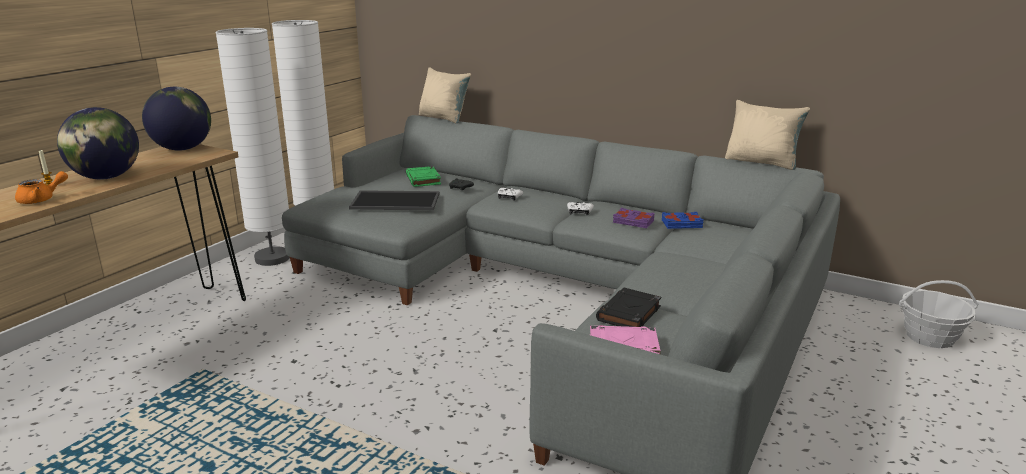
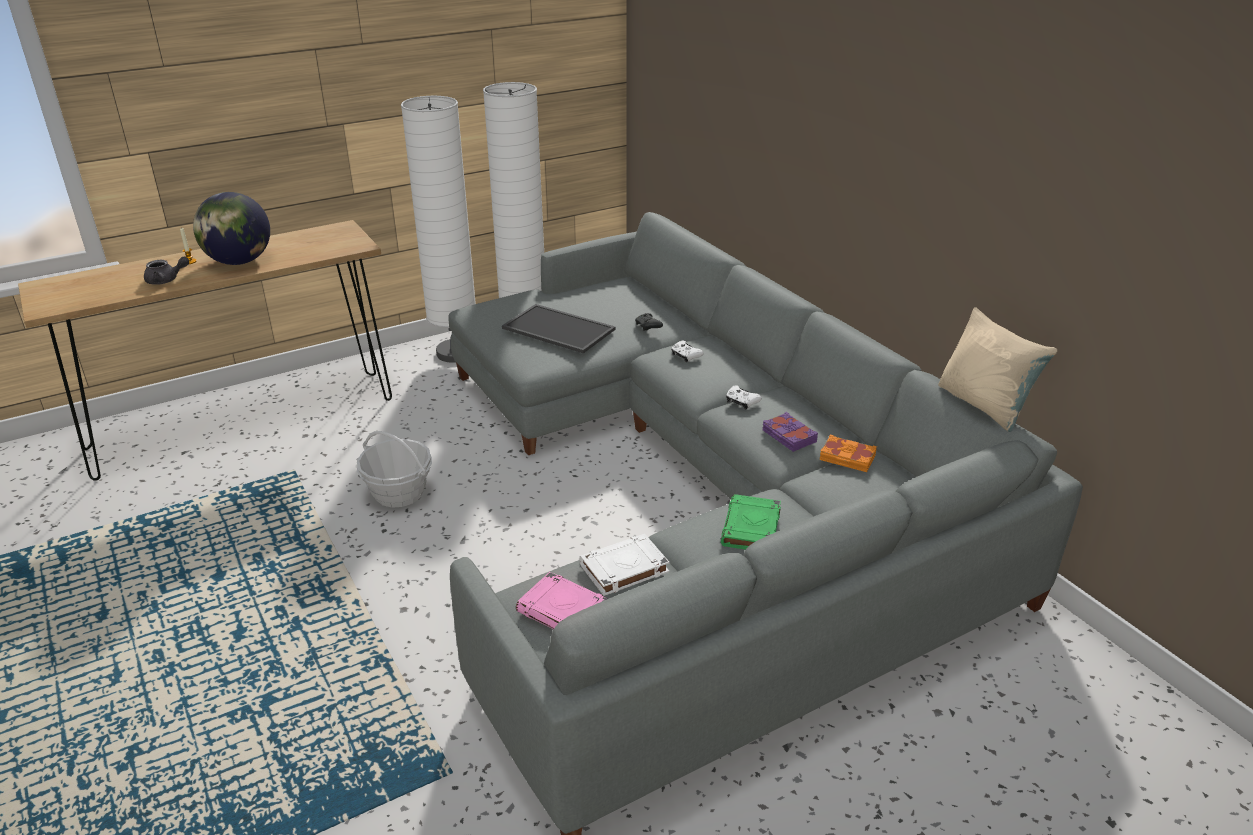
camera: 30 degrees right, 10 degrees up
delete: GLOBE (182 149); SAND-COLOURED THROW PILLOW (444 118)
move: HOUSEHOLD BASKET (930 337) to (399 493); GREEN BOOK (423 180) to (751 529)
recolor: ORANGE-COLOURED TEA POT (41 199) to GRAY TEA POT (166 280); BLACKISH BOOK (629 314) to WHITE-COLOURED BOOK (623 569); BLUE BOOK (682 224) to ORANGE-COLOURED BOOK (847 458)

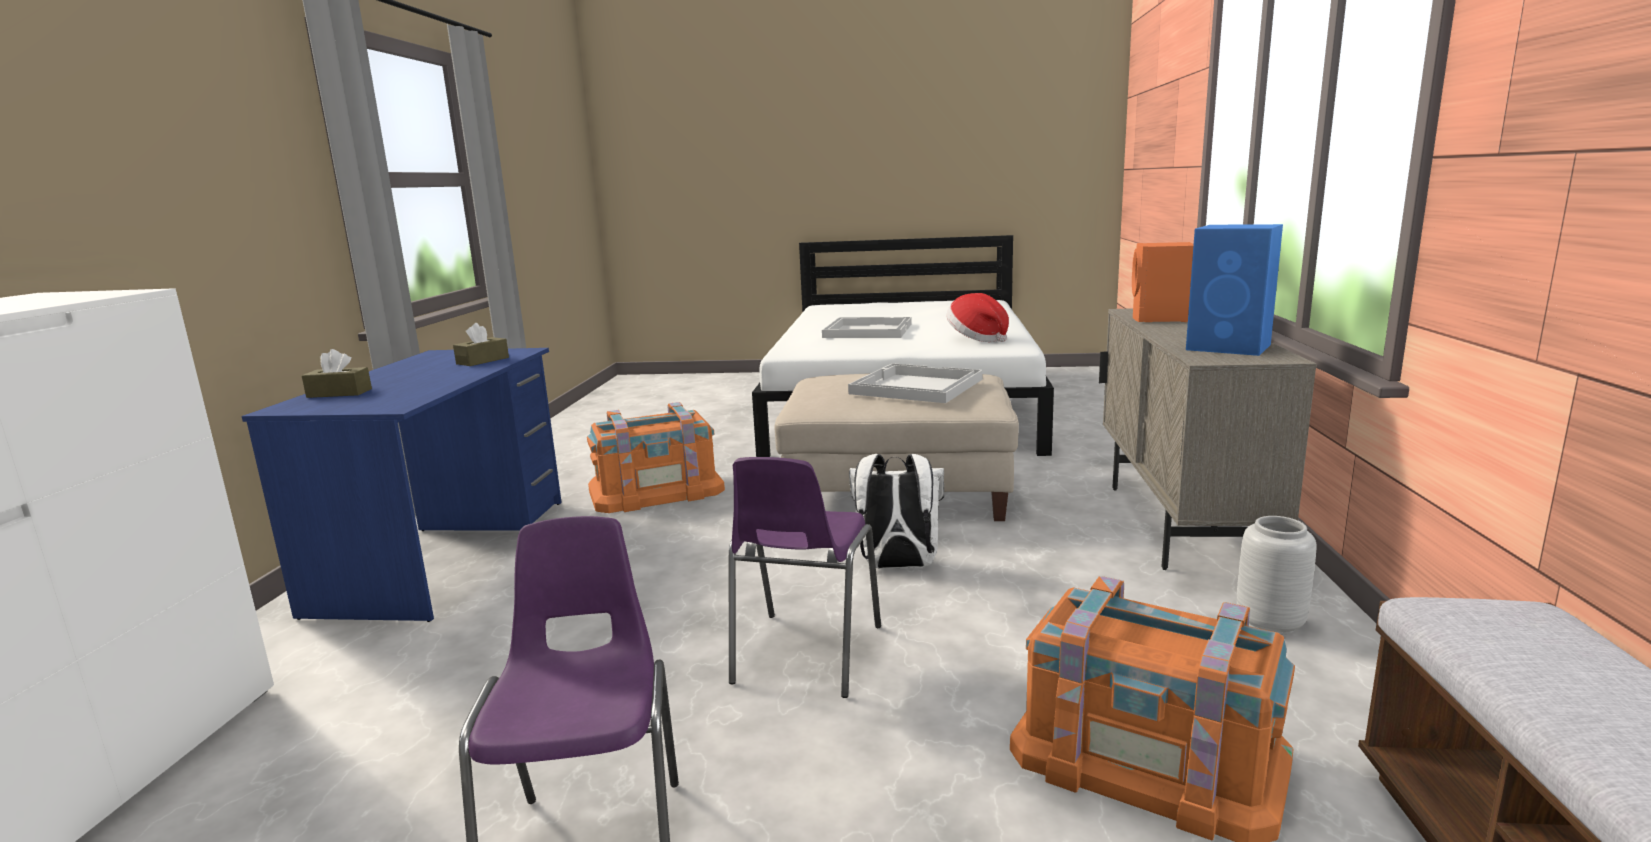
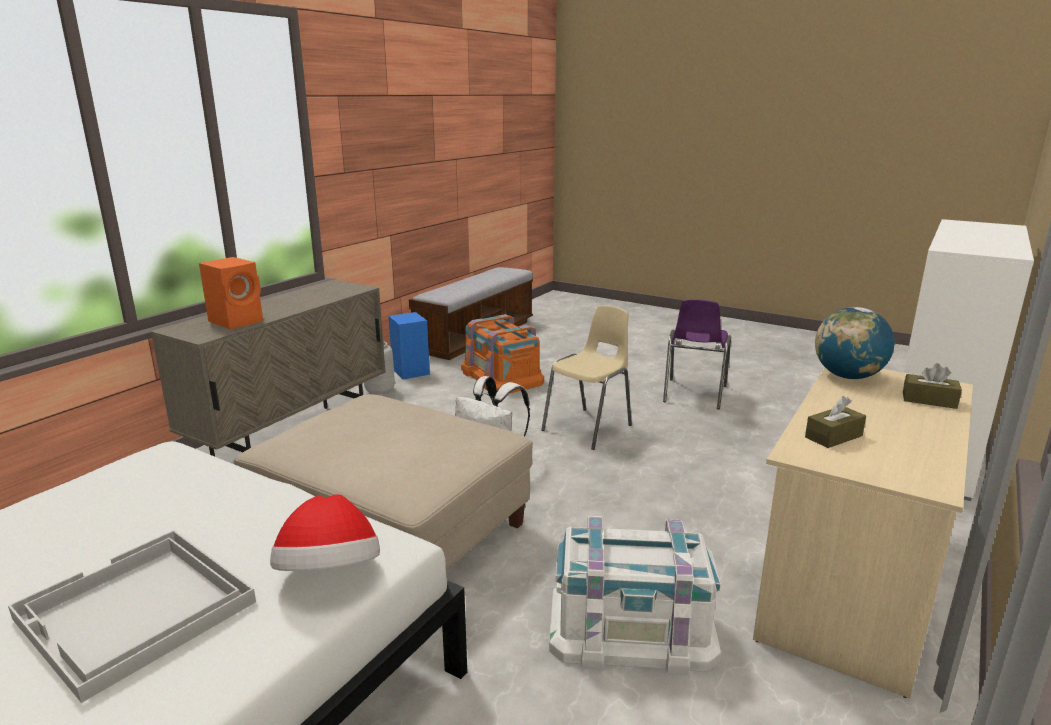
camera: 155 degrees left, 5 degrees up
delete: WHITE-COLOURED SERVING TRAY (915 386)
insert: GLOBE (848 376)
move: CLOTHING HAT (977 338) to (330 575); BLUE SPEAKER (1230 347) to (410 371)
recolor: PURPLE PLAIN CHAIR (804 656) to SAND-COLOURED PLAIN CHAIR (589 427); ORANGE-COLOURED STORAGE BIN (656 490) to WHITE-COLOURED STORAGE BIN (631 629); BLUE DESK TABLE (447 553) to SAND-COLOURED DESK TABLE (851 582)

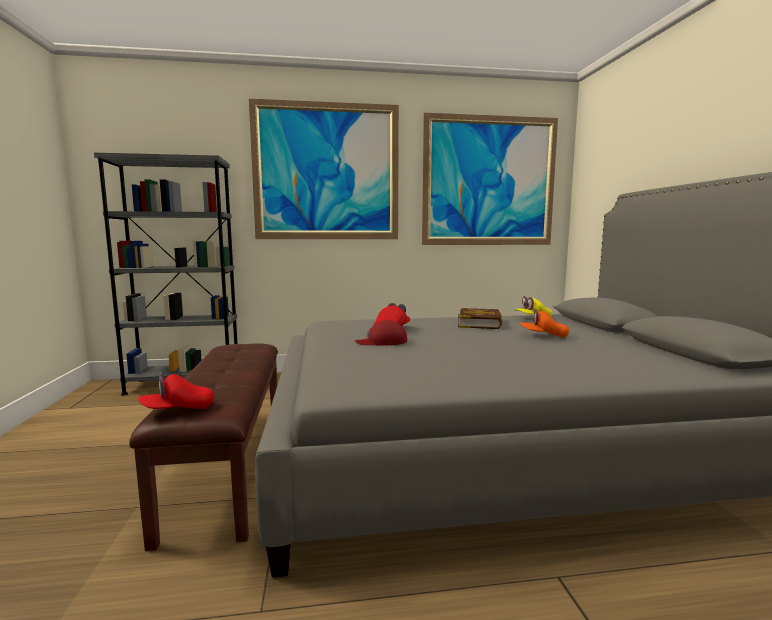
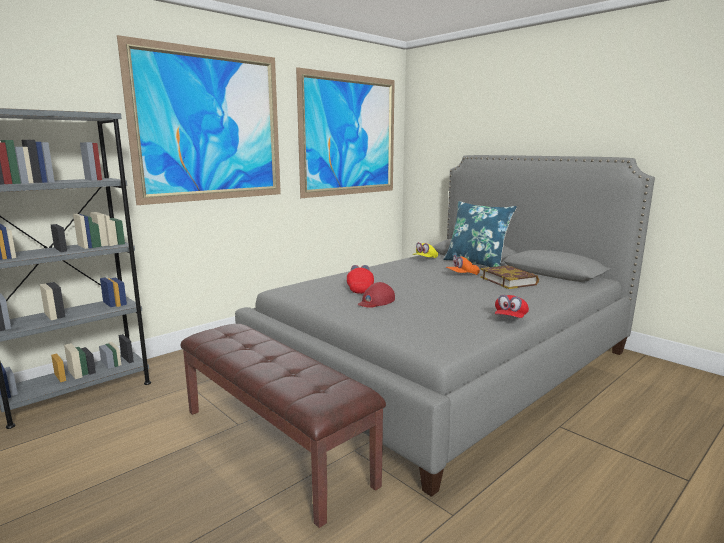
camera: 35 degrees left, 5 degrees up
insert: BLUE THROW PILLOW (476 263)
move: BOOK (480 323) to (508 281); RED-COLOURED BASEBALL CAP (178 410) to (510 319)

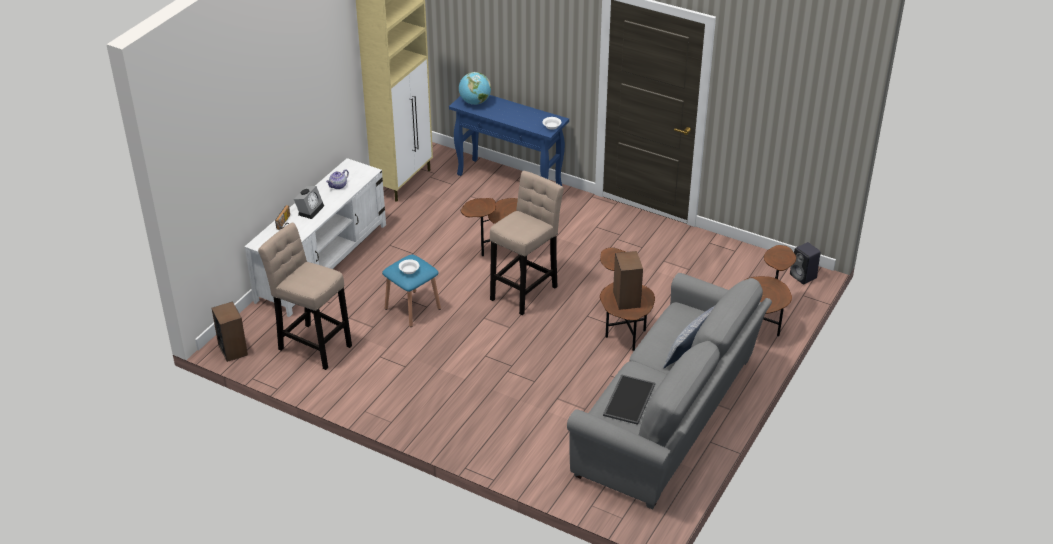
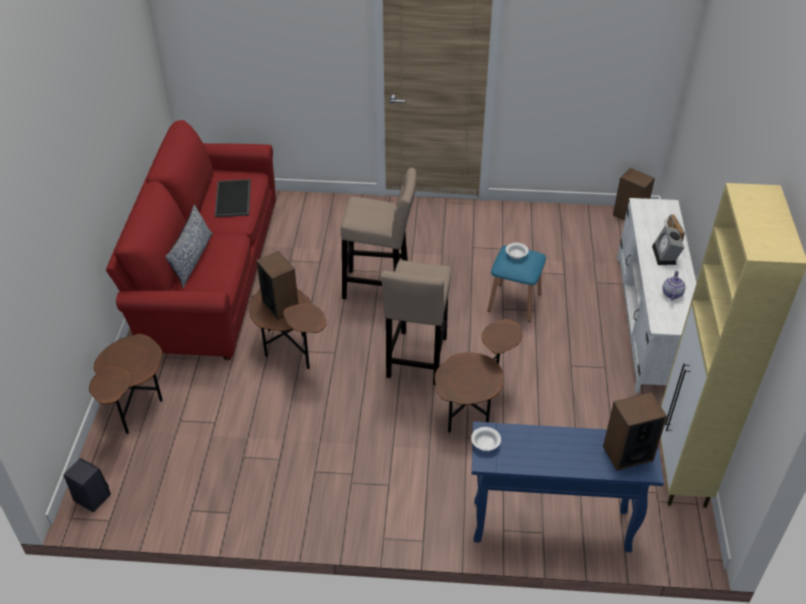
camera: 155 degrees right, 5 degrees up
move: SAND-COLOURED STOOL SEAT (312 345) to (380 287)
replace: GLOBE (475 102) to SPEAKER (627 453)
recolor: GRAY SETTEE (670 419) to RED-COLOURED SETTEE (207 275)

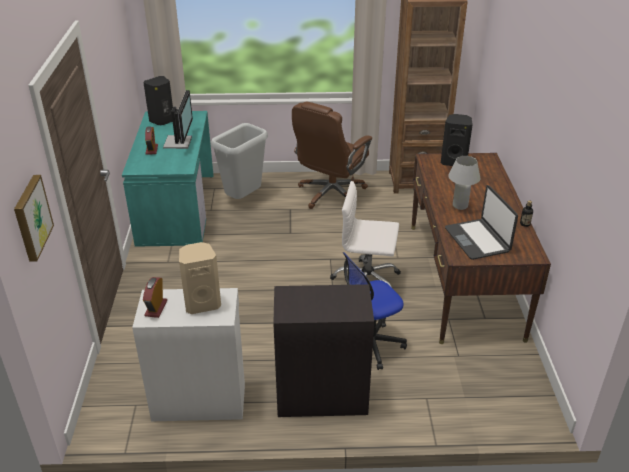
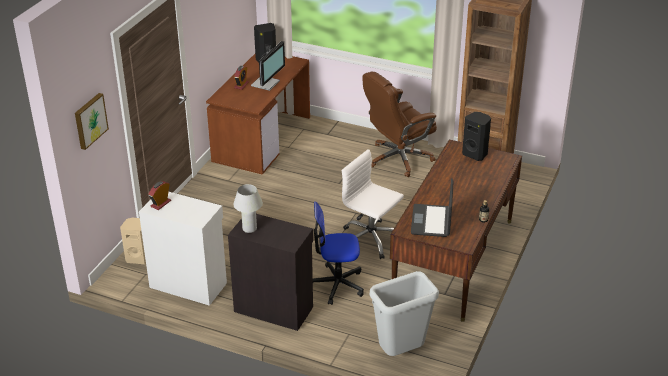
camera: 25 degrees right, 0 degrees up
move: SAND-COLOURED SPEAKER (202 303) to (138 258); WHITE-COLOURED LAMP FOR A TABLE (460 206) to (249 229); GRAY RUBBISH BIN (243 199) to (401 353)
recolor: TURQUOISE DESK TABLE (176 208) to BROWNISH DESK TABLE (261 138)

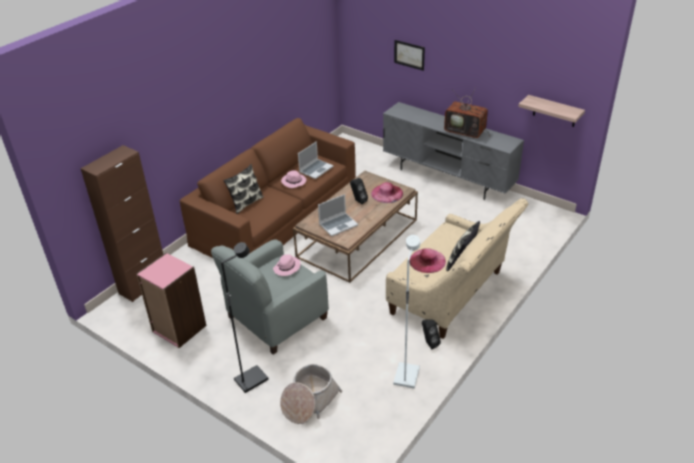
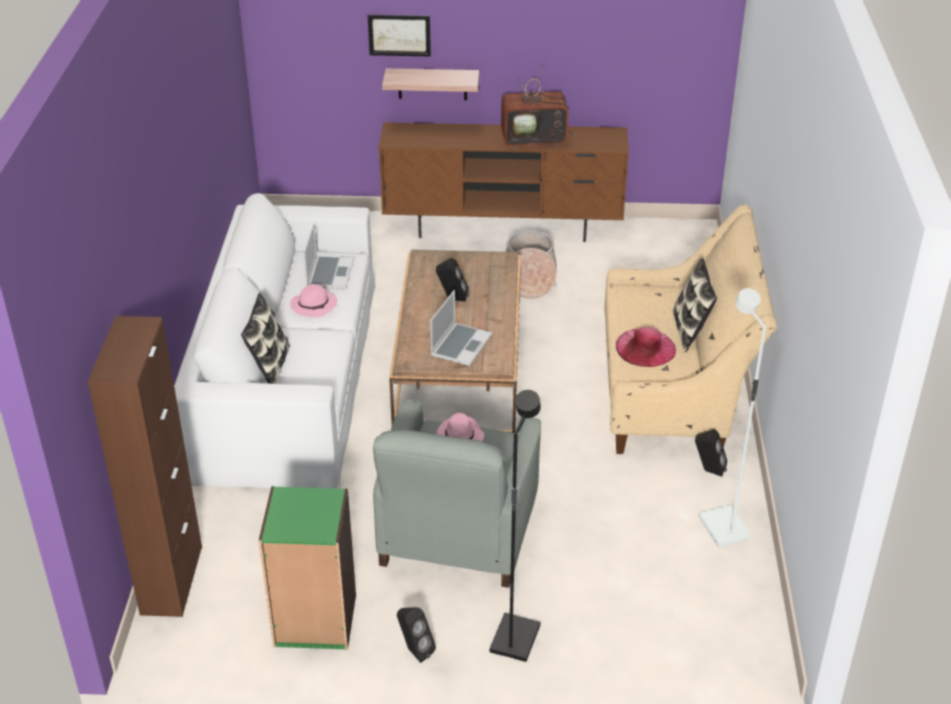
camera: 35 degrees left, 0 degrees up
delete: PINK-COLOURED CLOTHING HAT (387 193)
insert: BLACKISH SPEAKER (414 651)
move: BRACKET SHELF (554 111) to (432 84); HOUSEHOLD BASKET (309 401) to (529 277)
recolor: BROWNISH SETTEE (276 213) to WHITE-COLOURED SETTEE (287 375); PINK-COLOURED SHELVING UNIT (179 329) to GREEN SHELVING UNIT (315 621); GRAY MEDIA CONSOLE (448 178) to BROWNISH MEDIA CONSOLE (504 228)

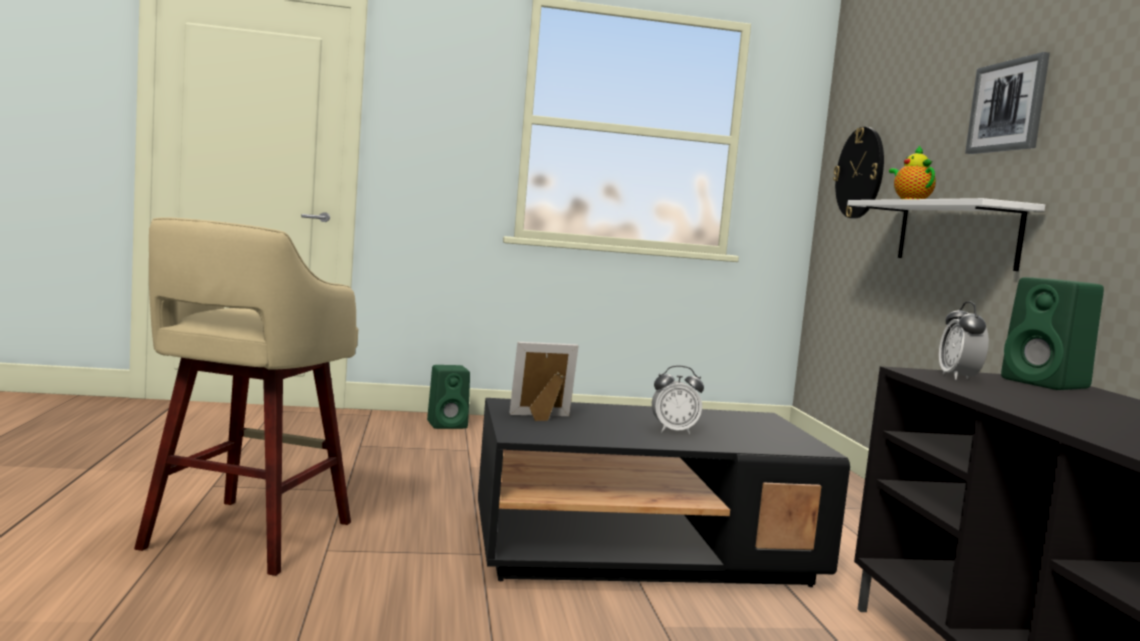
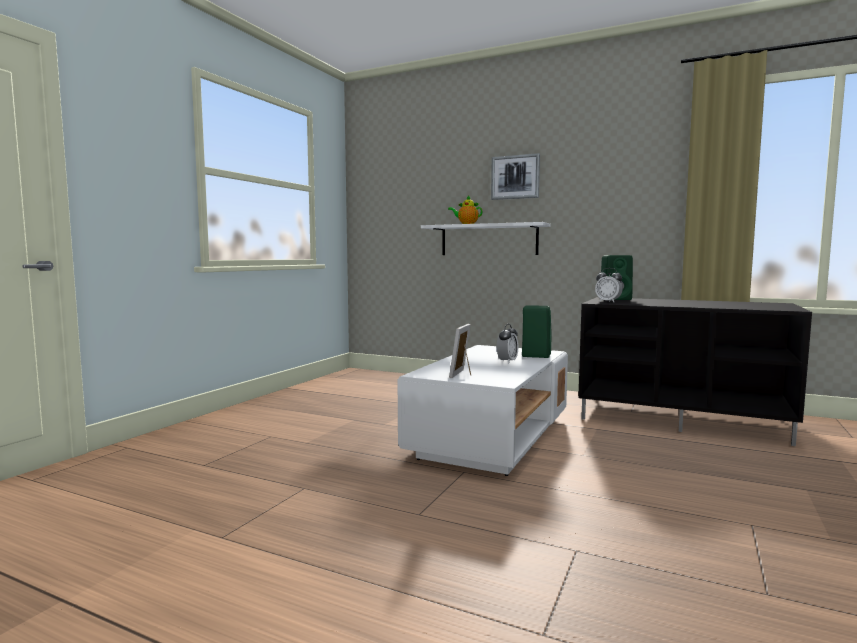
camera: 55 degrees left, 0 degrees up
delete: SAND-COLOURED STOOL SEAT (244 537); HANGING CLOCK (860 173)
move: GREEN SPEAKER (448 425) to (535 355)
recolor: BLACKISH LOUNGE TABLE (642 551) to WHITE-COLOURED LOUNGE TABLE (490 436)

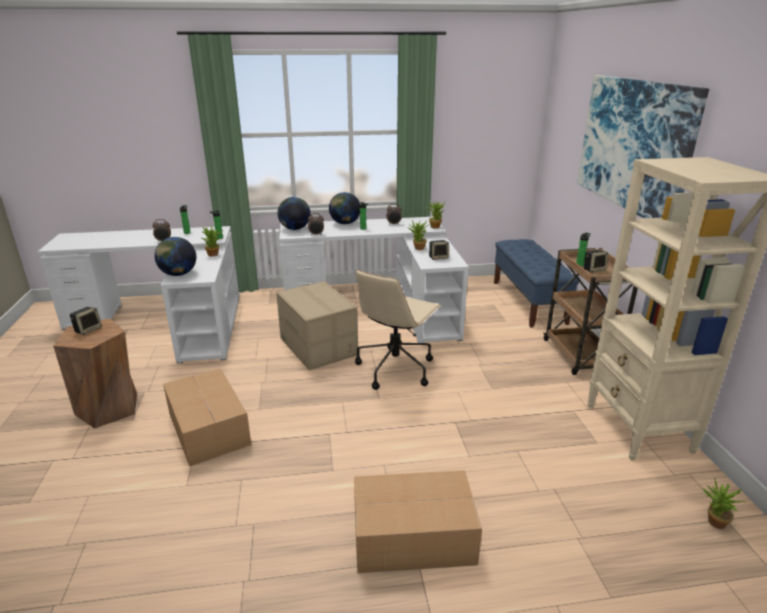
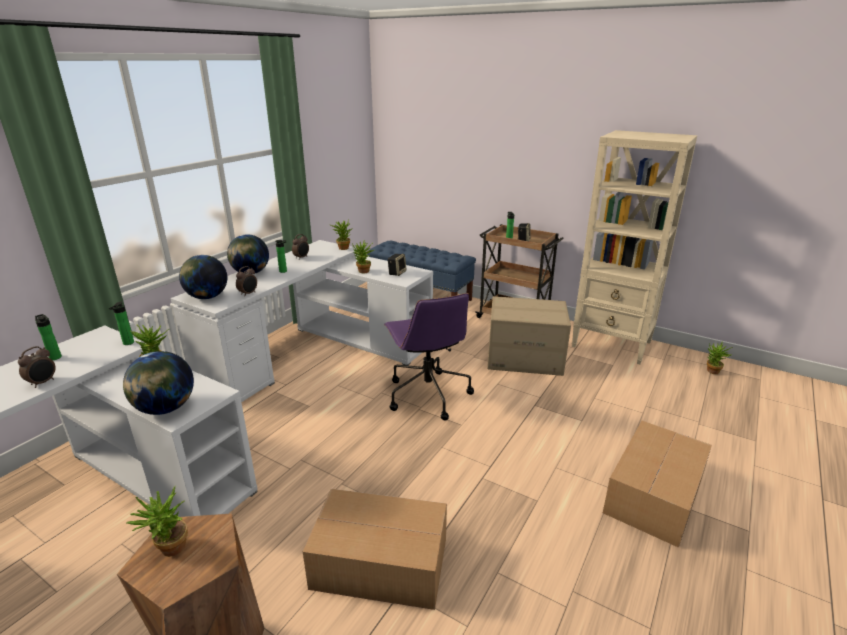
camera: 50 degrees left, 0 degrees up
delete: WALL PICTURE (633 145)
move: PACKING BOX (319 346) to (524 358)
replace: SPEAKER (88 329) to POTTED PLANT (169 551)
recolor: SAND-COLOURED COMPUTER CHAIR (395 368) to PURPLE COMPUTER CHAIR (427 394)

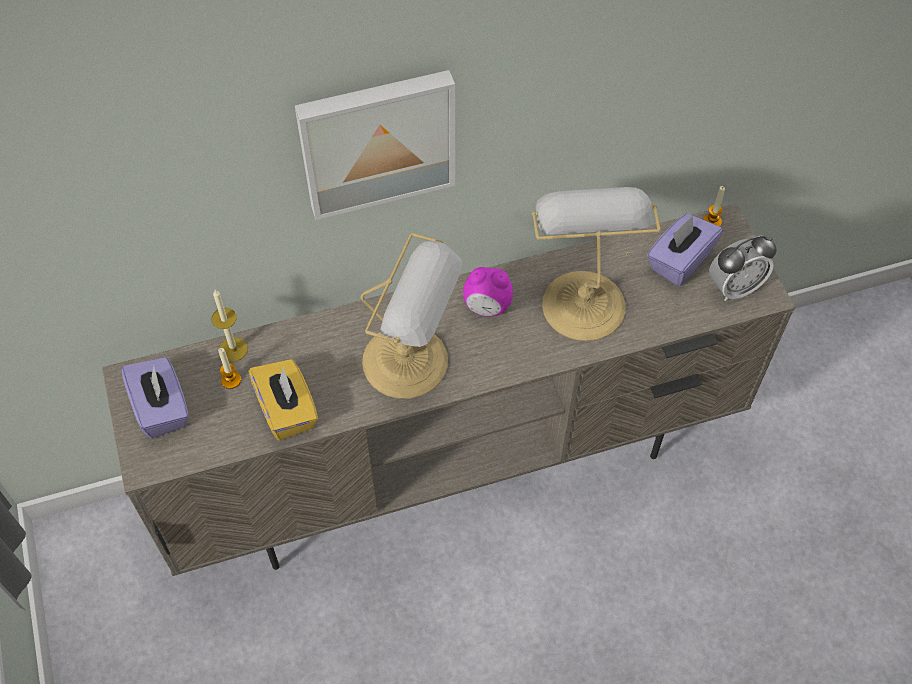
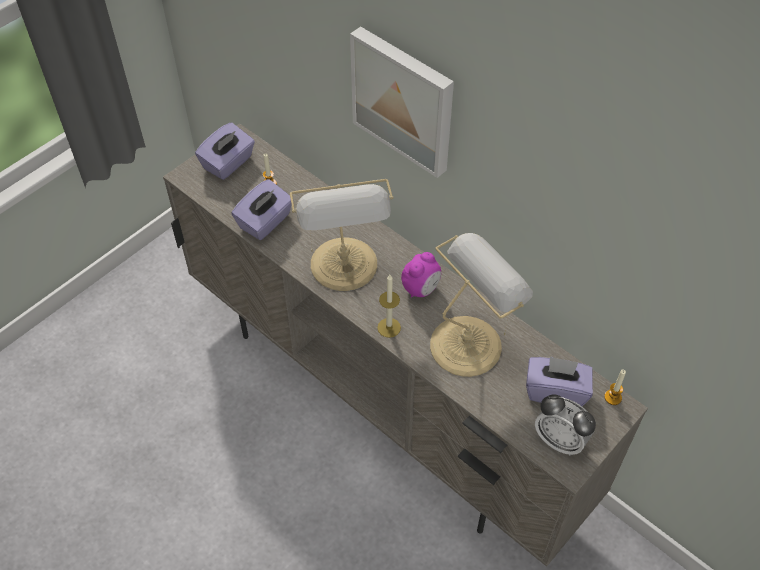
camera: 60 degrees right, 5 degrees down
move: WAX CANDLE (233 349) to (389 327)
recolor: YELLOW-COLOURED TISSUE BOX (287 410) to PURPLE TISSUE BOX (265 222)
rotate: ALARM CLOCK (487 307) = (421 289) 120 degrees counterclockwise

